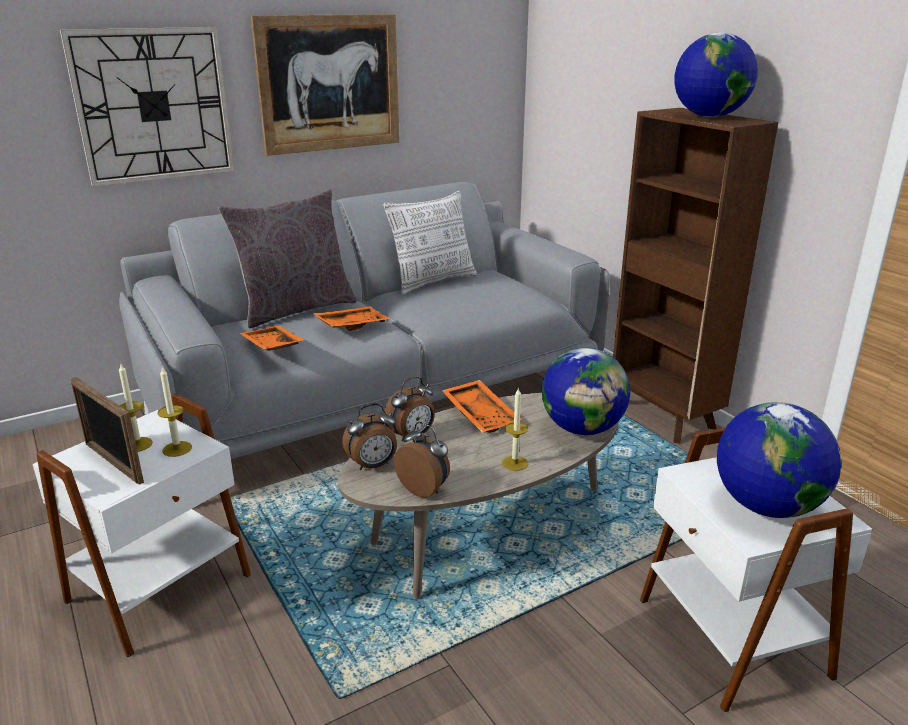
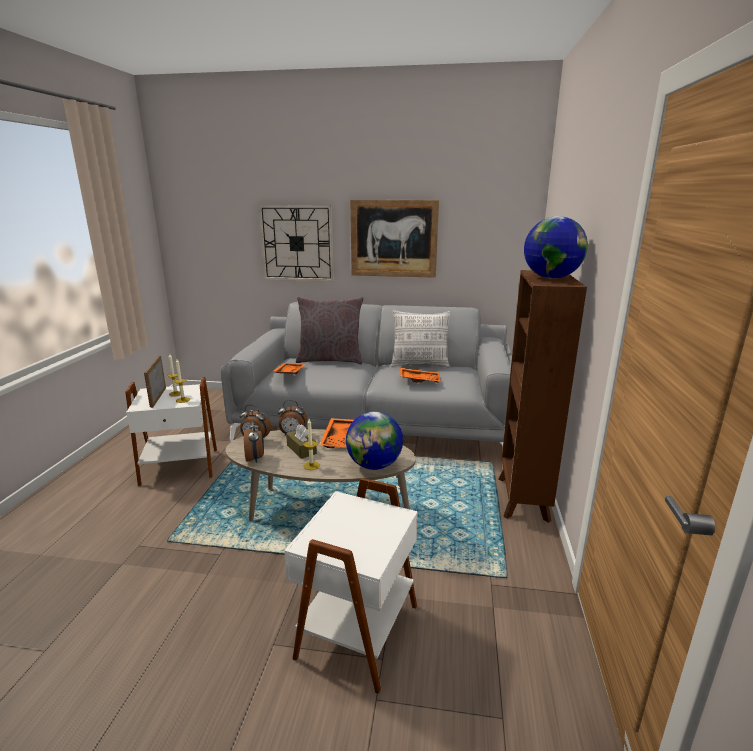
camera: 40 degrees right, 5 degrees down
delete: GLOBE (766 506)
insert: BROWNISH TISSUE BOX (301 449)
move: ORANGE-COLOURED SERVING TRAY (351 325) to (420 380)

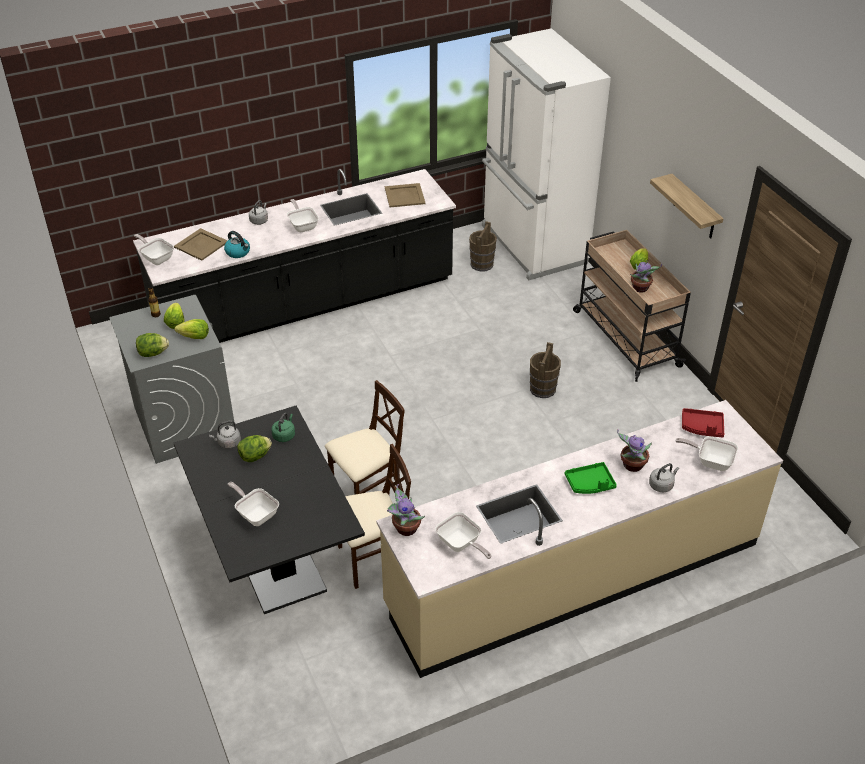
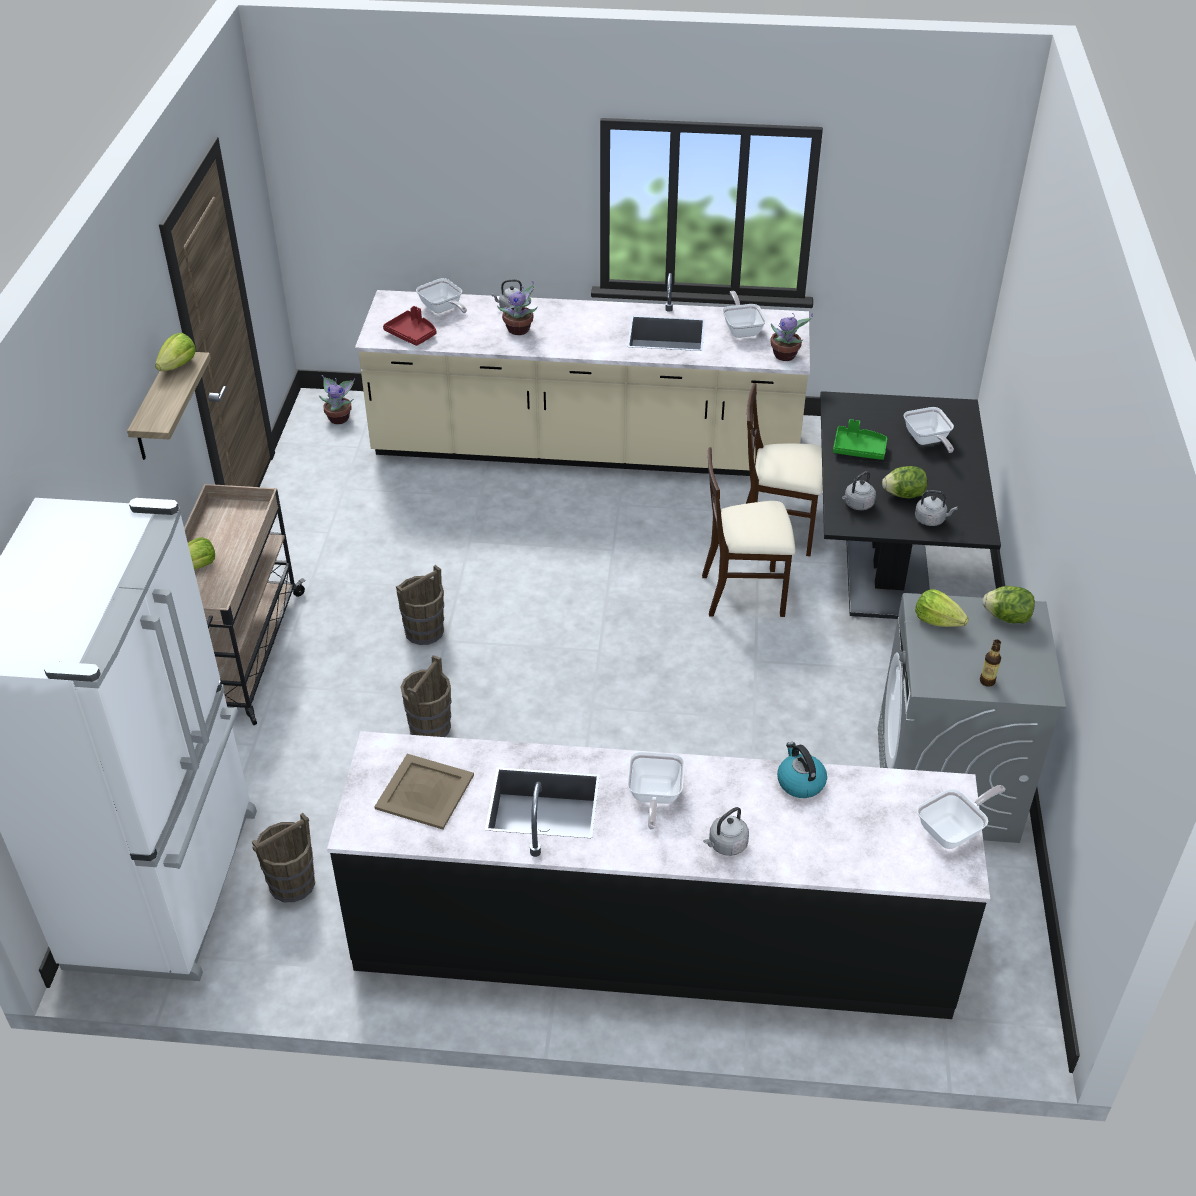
camera: 150 degrees left, 0 degrees up
delete: SAND-COLOURED SERVING TRAY (201 244)
insert: BROWNISH PAIL (429 727)
move: HEAD OF LETTUCE (175 323) to (178 365); POTTED PLANT (640 288) to (339 418); GREEN SERVING TRAY (590 484) to (859 449)
recolor: GREEN KETTLE (284 435) to GRAY KETTLE (857 505)
rotate: SKILLET (156 258) = (954 830) 105 degrees counterclockwise

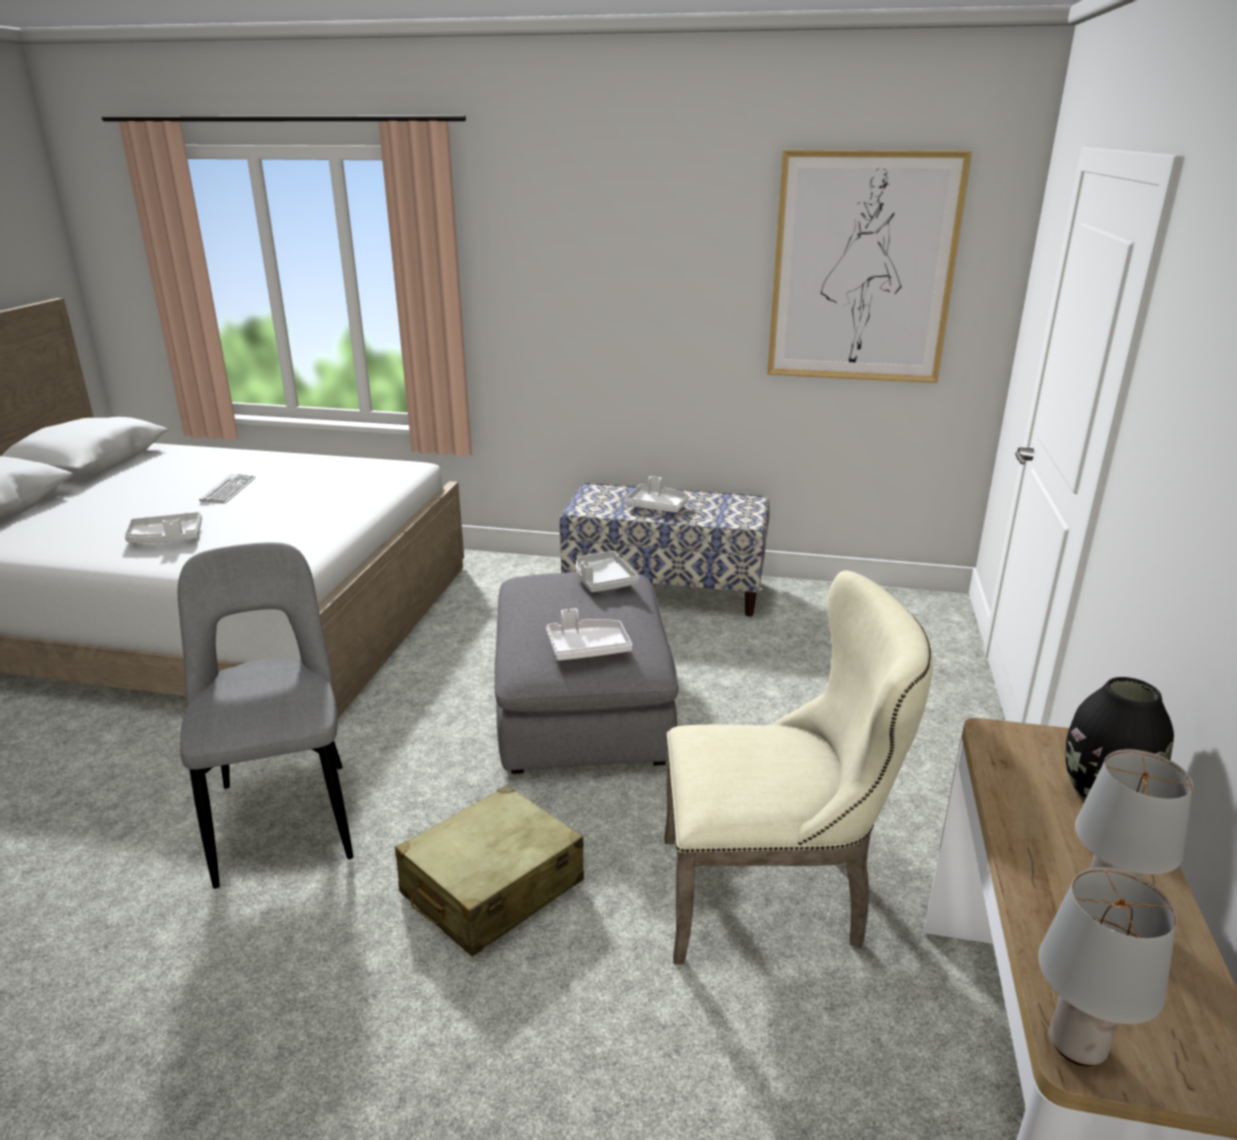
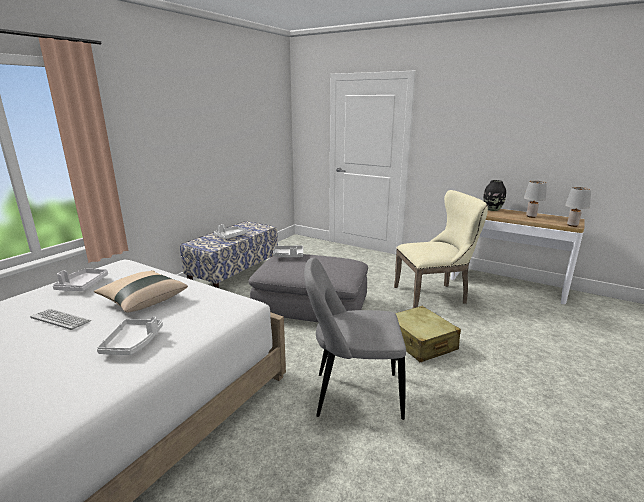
camera: 70 degrees left, 5 degrees down
delete: WALL PICTURE (862 269)
insert: SAND-COLOURED THROW PILLOW (143 301)
move: WHITE-COLOURED SERVING TRAY (587 648) to (82 285)
rotate: SAND-COLOURED PLAIN CHAIR (773 895) = (434 295) 60 degrees clockwise

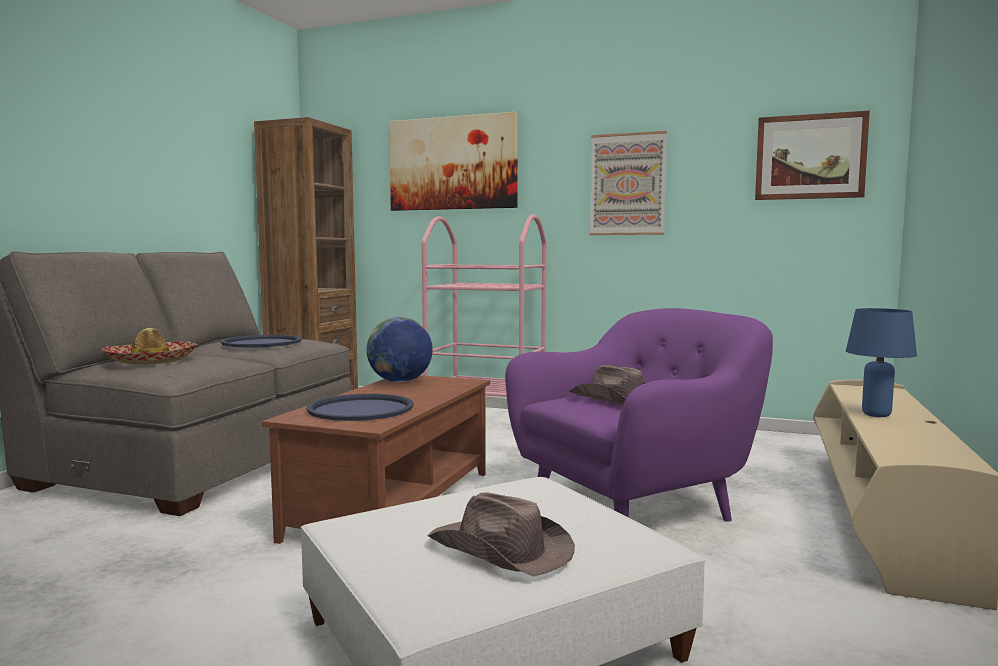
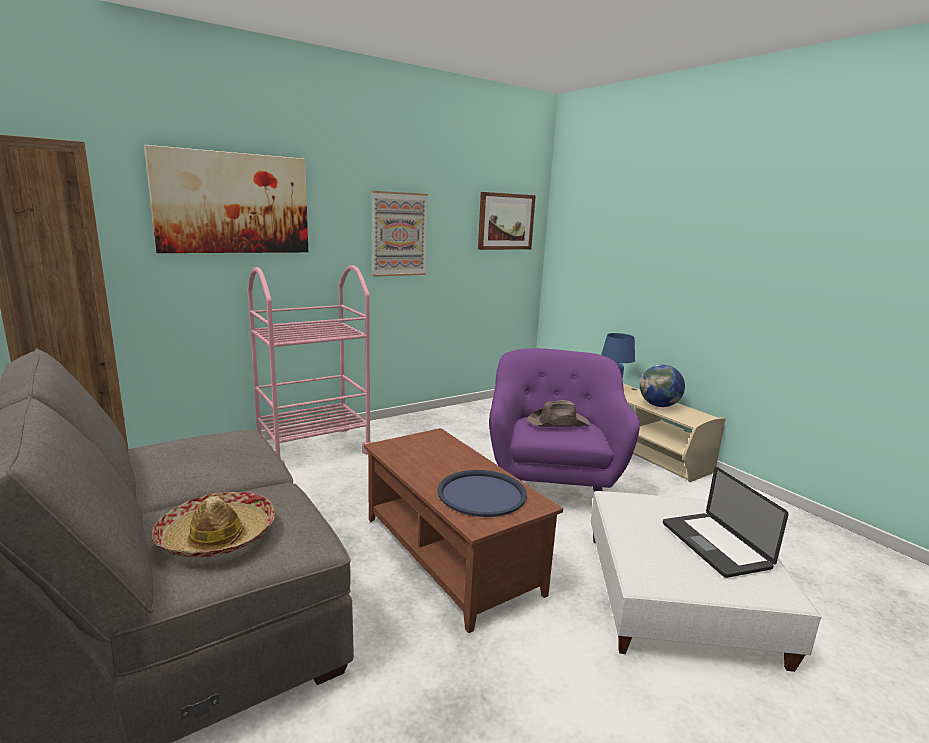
camera: 55 degrees left, 10 degrees up
delete: BLUE SERVING TRAY (261 343)
move: GLOBE (400 381) to (659 405)
replace: BROWNISH CLOTHING HAT (500 550) to PORTABLE COMPUTER (714 545)

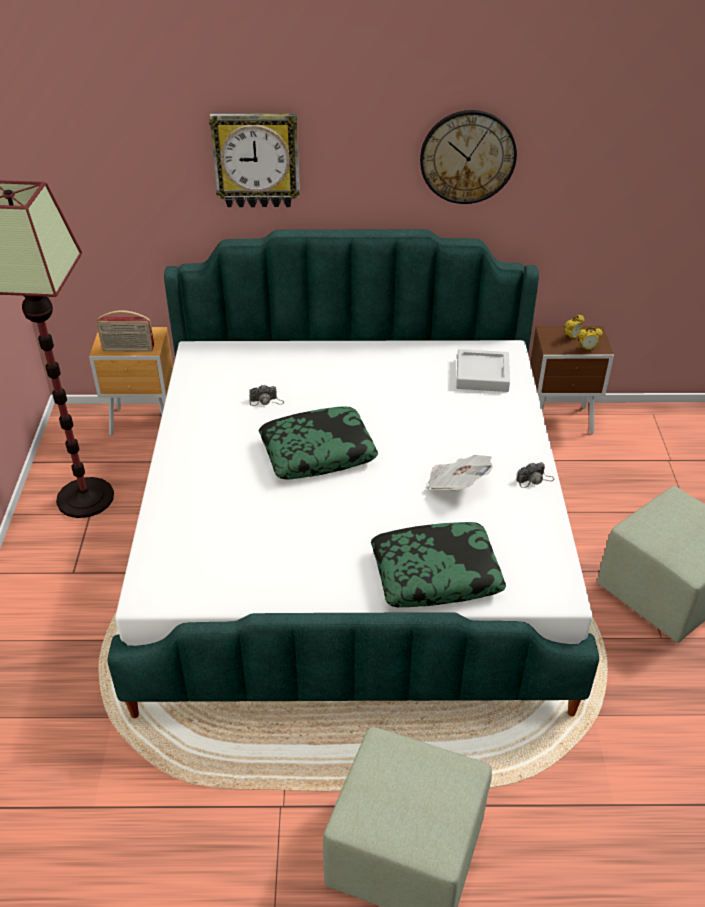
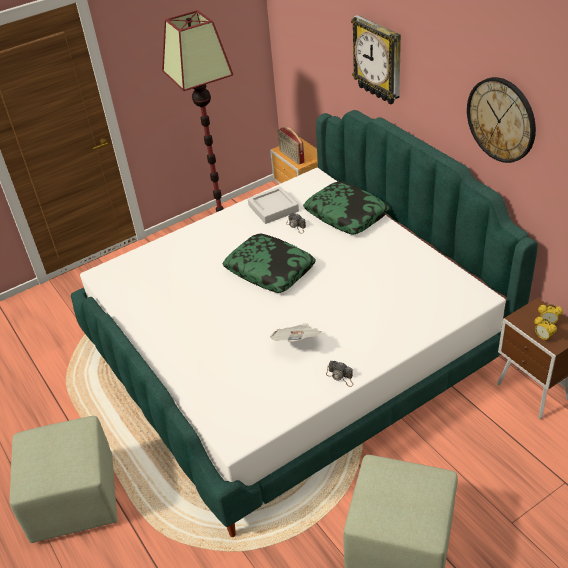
camera: 60 degrees right, 0 degrees up
move: GRAY SERVING TRAY (482 375) to (273 208); THROW PILLOW (436 573) to (346 214)

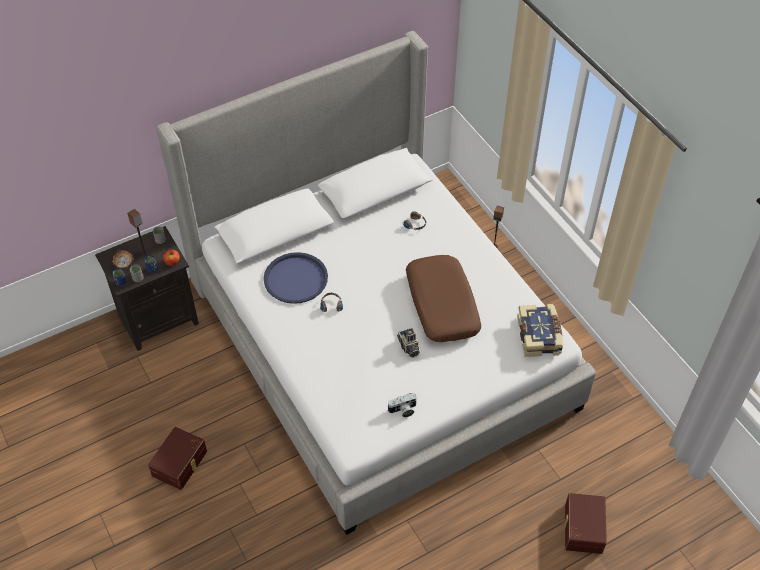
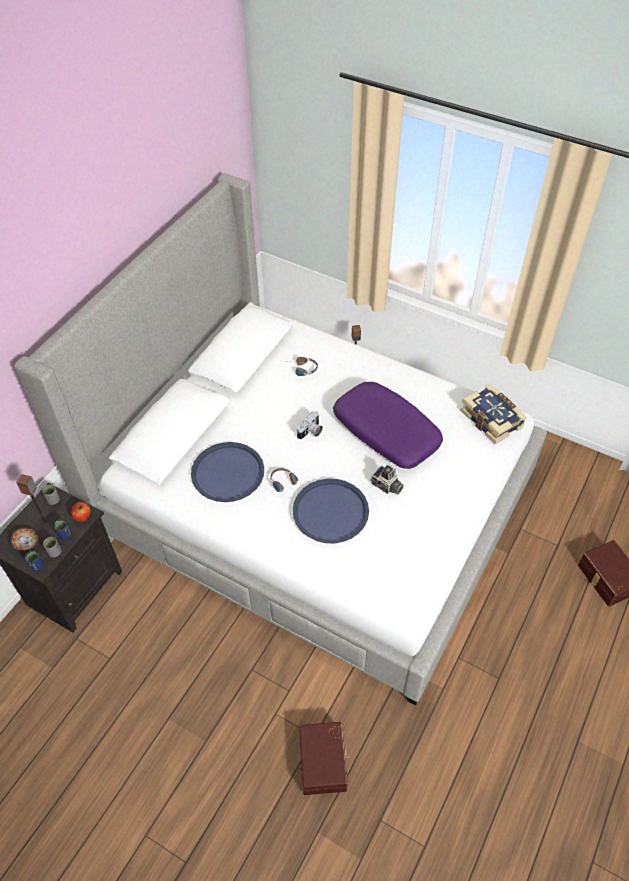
camera: 30 degrees left, 0 degrees up
insert: BLUE SERVING TRAY (330 511)
move: STILL CAMERA (403 410) to (310 432); BROWNISH STORAGE BIN (181 463) to (324 761)
recolor: BROWNISH THROW PILLOW (441 305) to PURPLE THROW PILLOW (385 432)

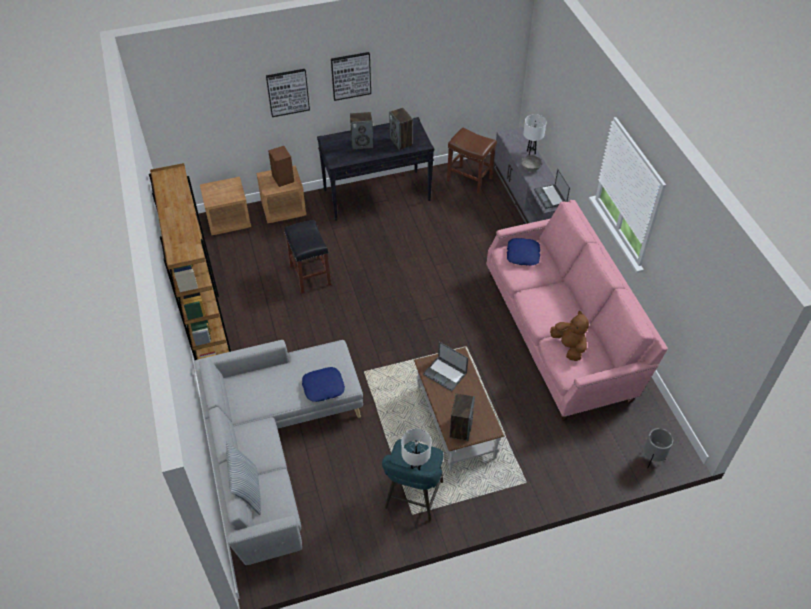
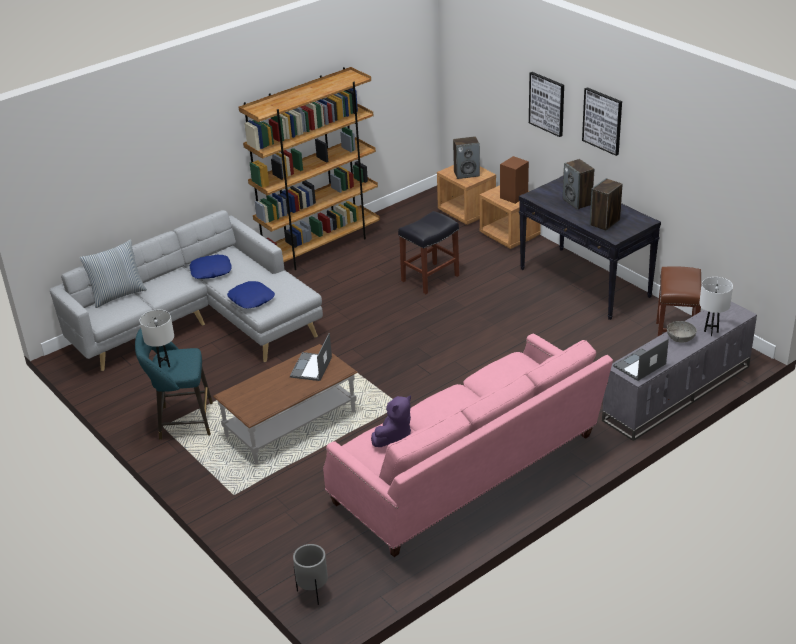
camera: 70 degrees right, 15 degrees down
move: BLUE THROW PILLOW (523 255) to (211 271); SPEAKER (460 428) to (466 173)
recolor: BROWNISH SOFT TOY (569 347) to PURPLE SOFT TOY (394 438)

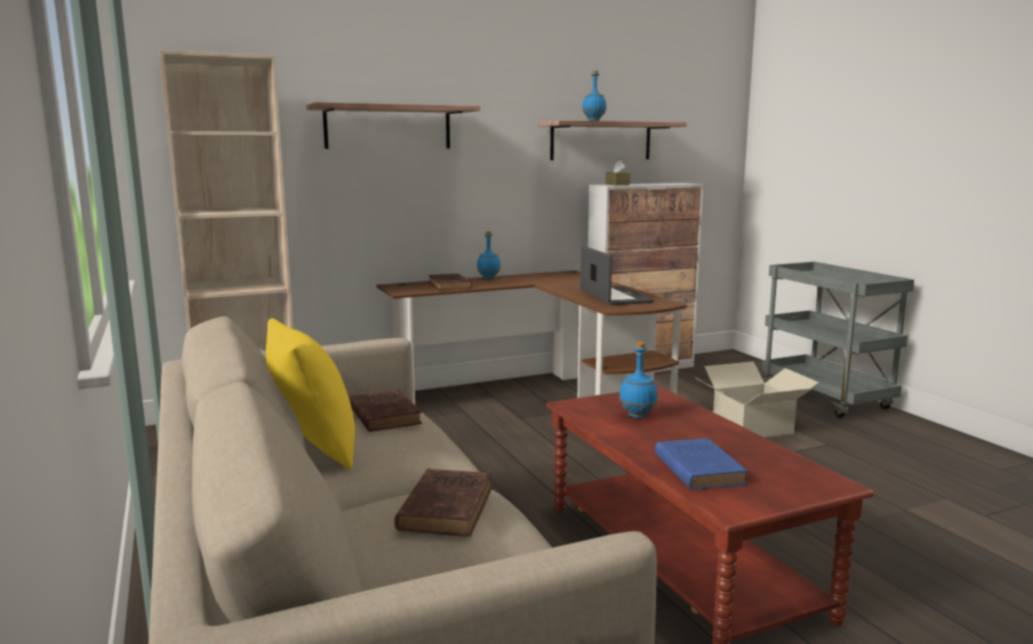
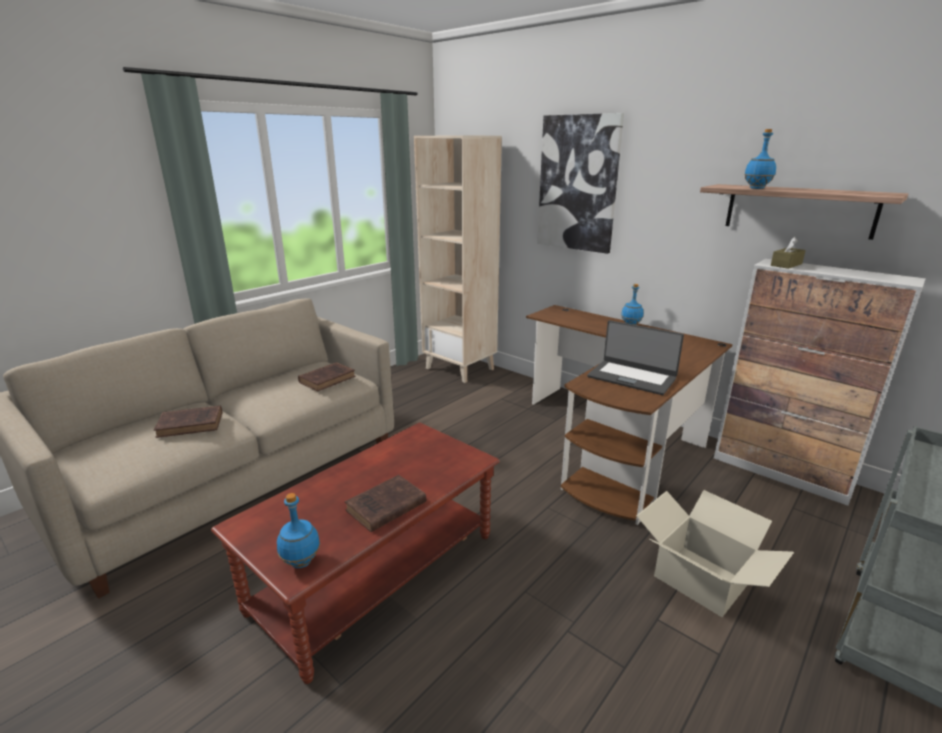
camera: 65 degrees right, 10 degrees up
delete: YELLOW-COLOURED THROW PILLOW (313 450); BLUE BOOK (698 468)
move: BLUE DRINK BOTTLE (638 415) to (301 562); BROWNISH BOOK (450 286) to (384 507)
replace: BRACKET SHELF (388 127) to WALL PICTURE (578 184)
rotate: PORTABLE COMPUTER (614 297) = (632 377) 75 degrees clockwise

